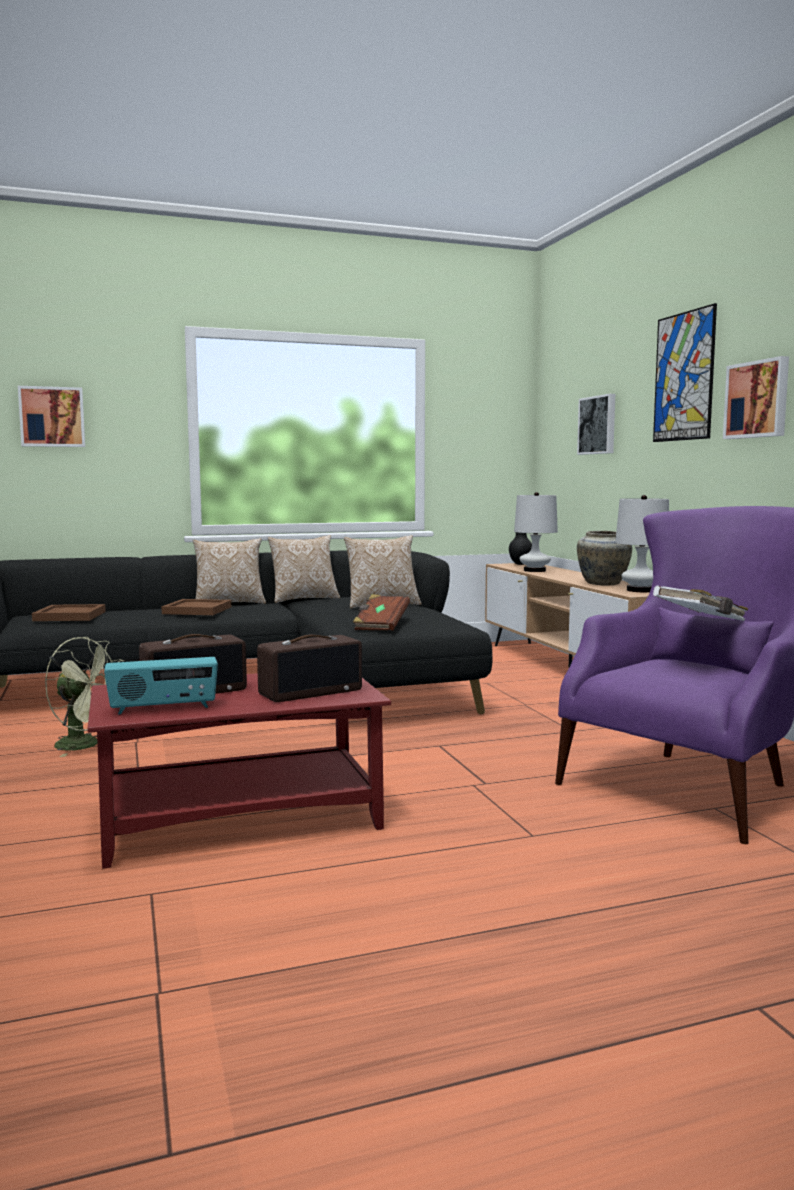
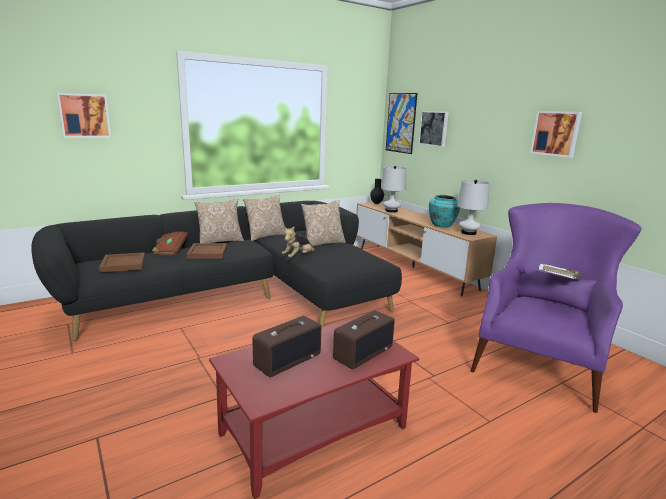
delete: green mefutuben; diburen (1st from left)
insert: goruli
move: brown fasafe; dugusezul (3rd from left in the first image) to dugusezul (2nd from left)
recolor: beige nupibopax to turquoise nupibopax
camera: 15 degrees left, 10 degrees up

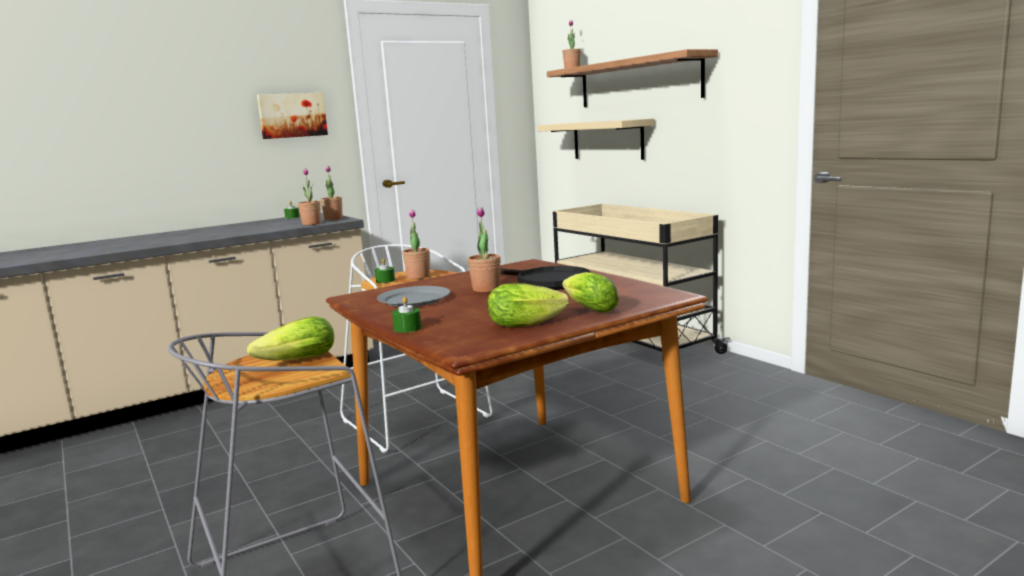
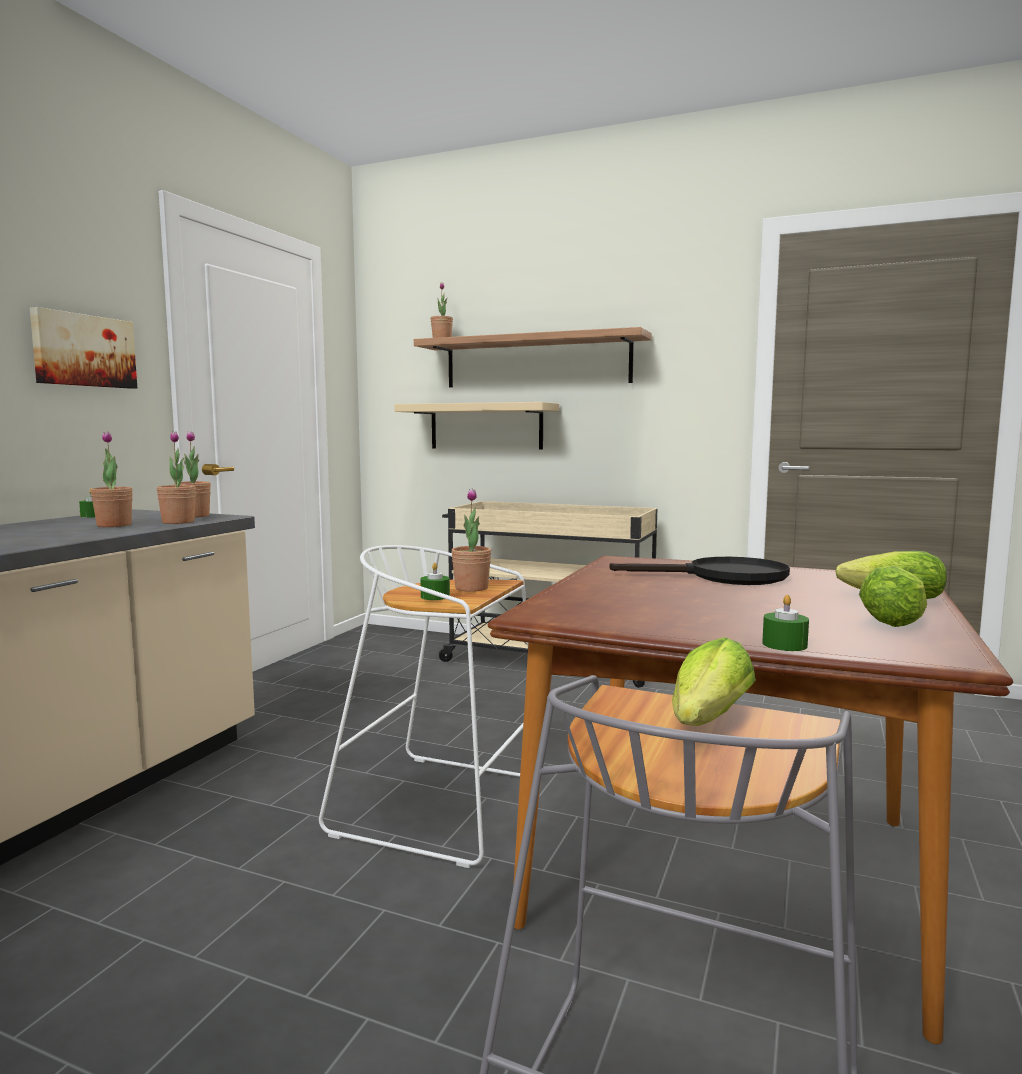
delete: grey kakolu
move: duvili (4th from left in the first image) to duvili (1st from left)
camera: 35 degrees left, 5 degrees down

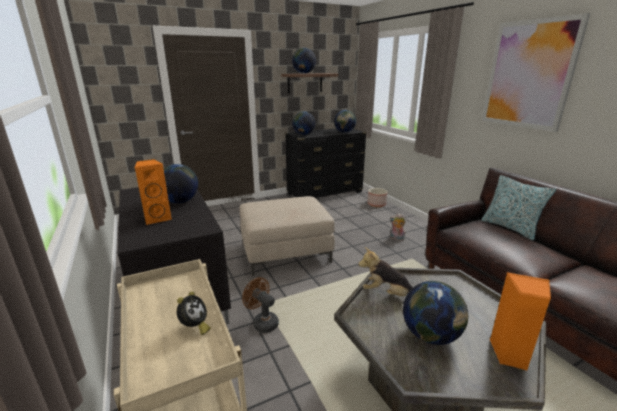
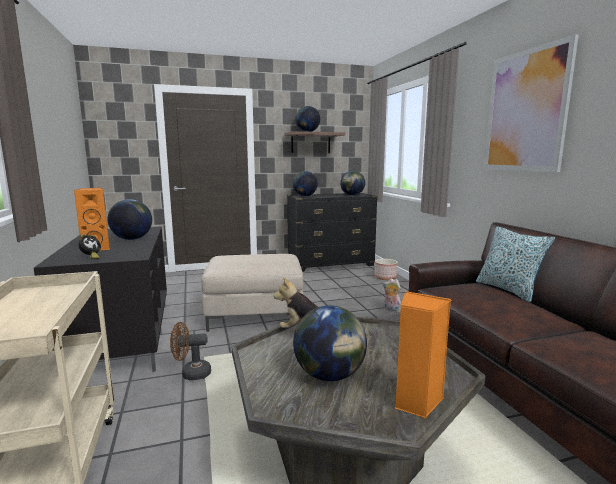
move: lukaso
rotate: brown mefutuben 60 degrees counterclockwise
camera: 10 degrees right, 10 degrees down

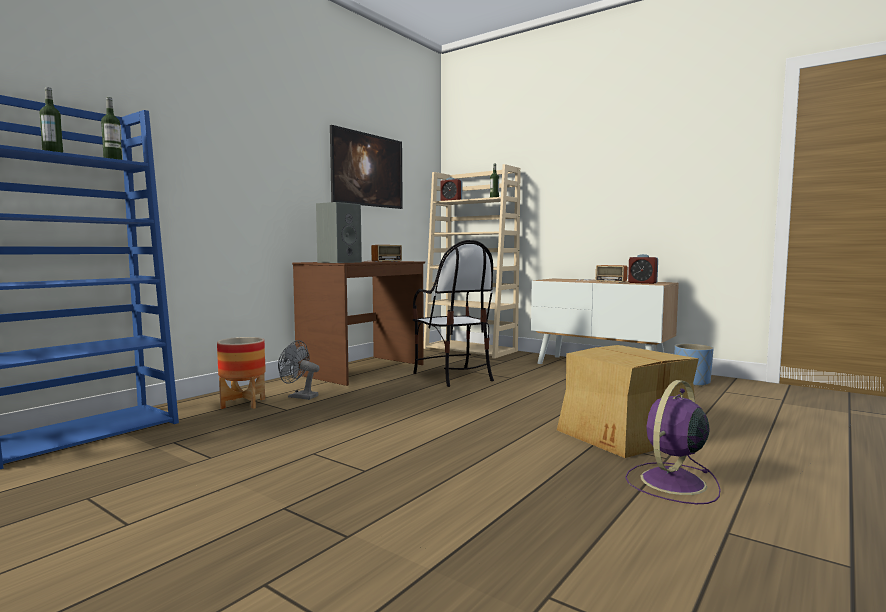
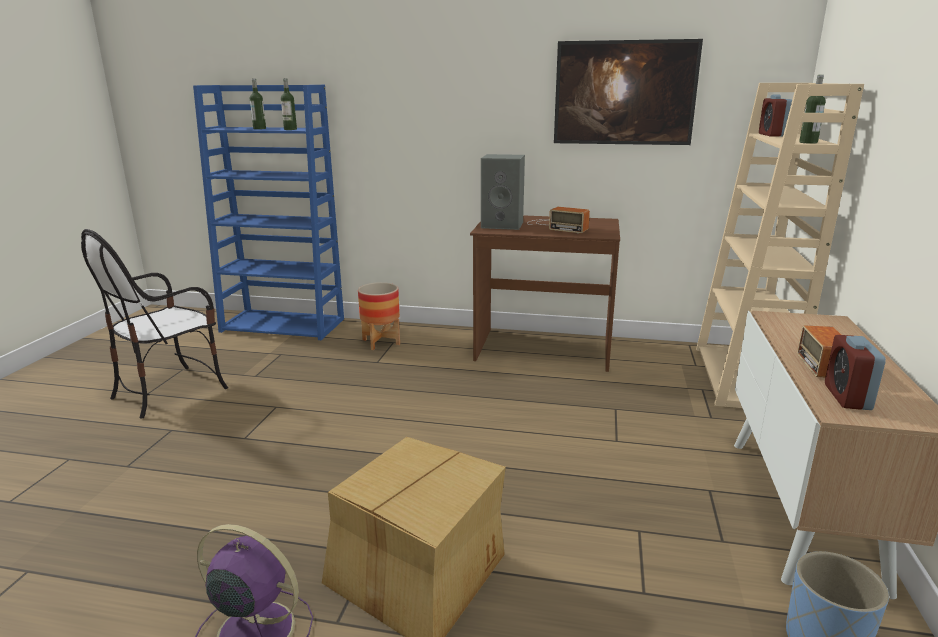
delete: grey mefutuben
move: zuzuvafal
camera: 65 degrees right, 15 degrees up

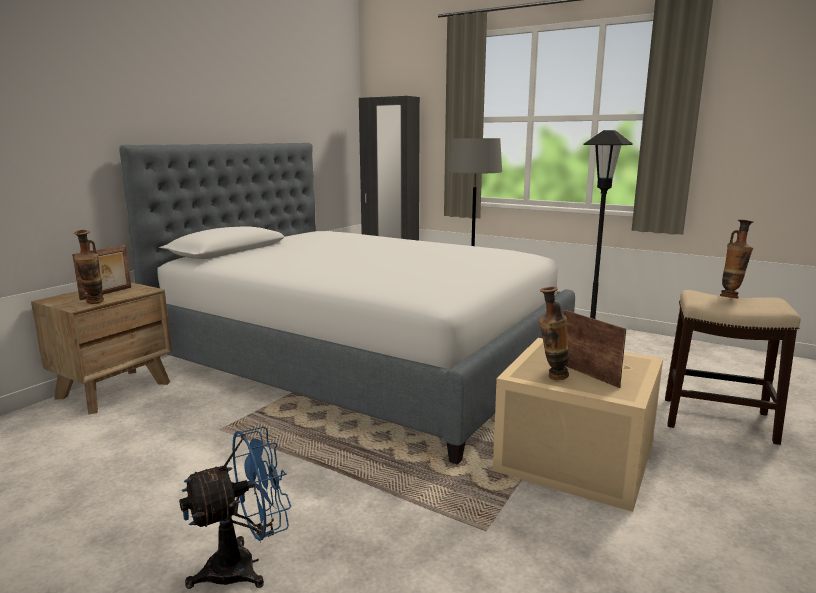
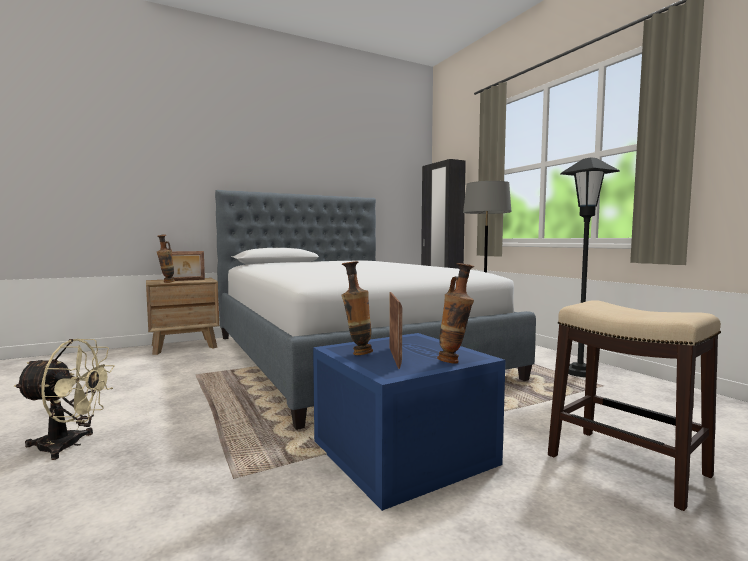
move: nupibopax (3rd from left)
recolor: blue mefutuben to beige mefutuben; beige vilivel to blue vilivel
camera: 30 degrees right, 10 degrees down

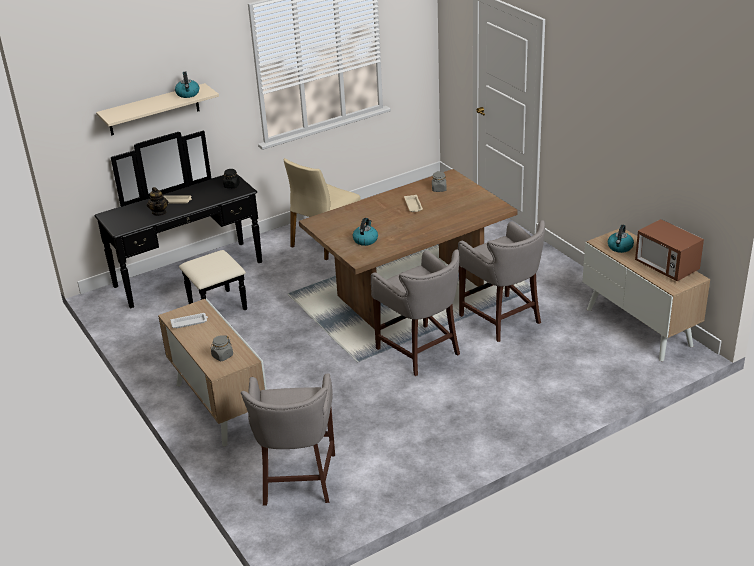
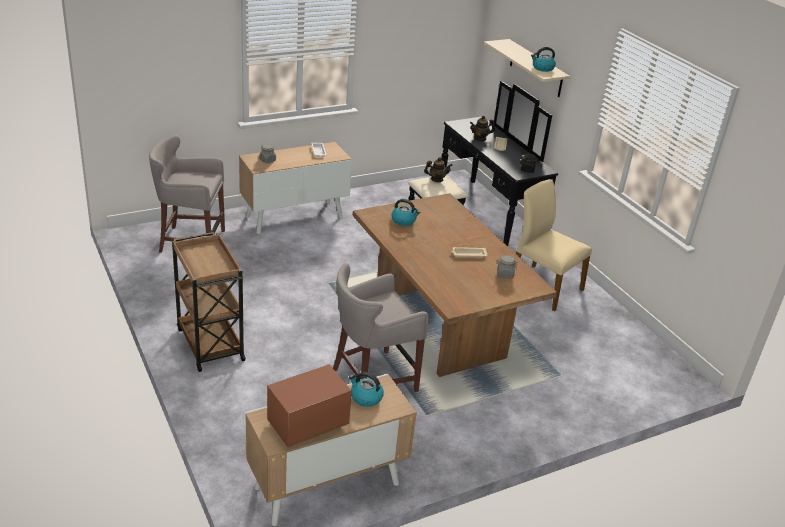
delete: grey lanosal (2nd from left)
insert: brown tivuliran; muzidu (1st from left)
camera: 90 degrees right, 0 degrees up

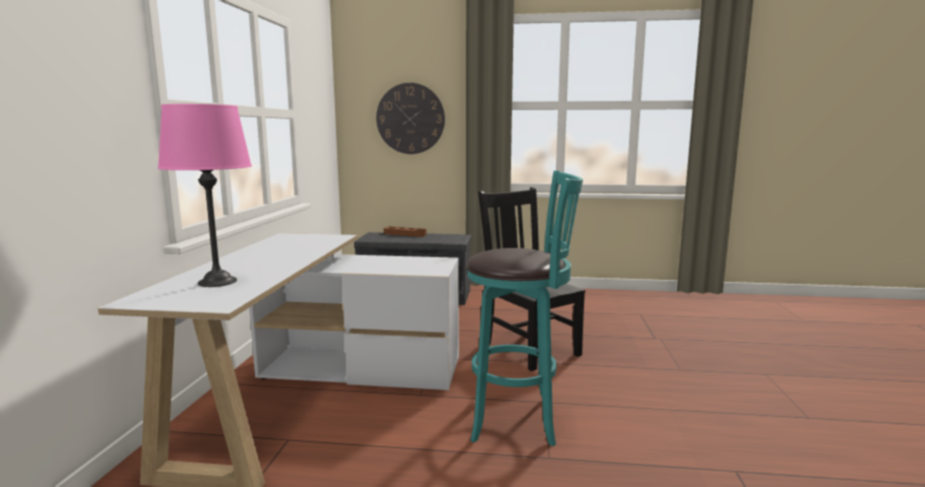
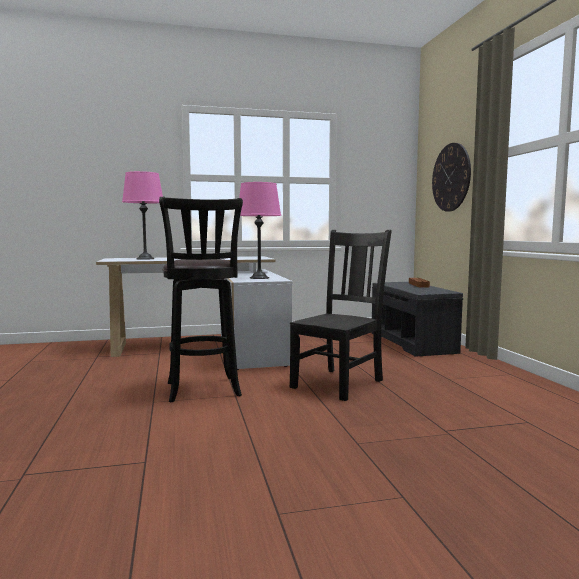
insert: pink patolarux (2nd from left)
recolor: turquoise lanosal to black lanosal
camera: 70 degrees right, 5 degrees down

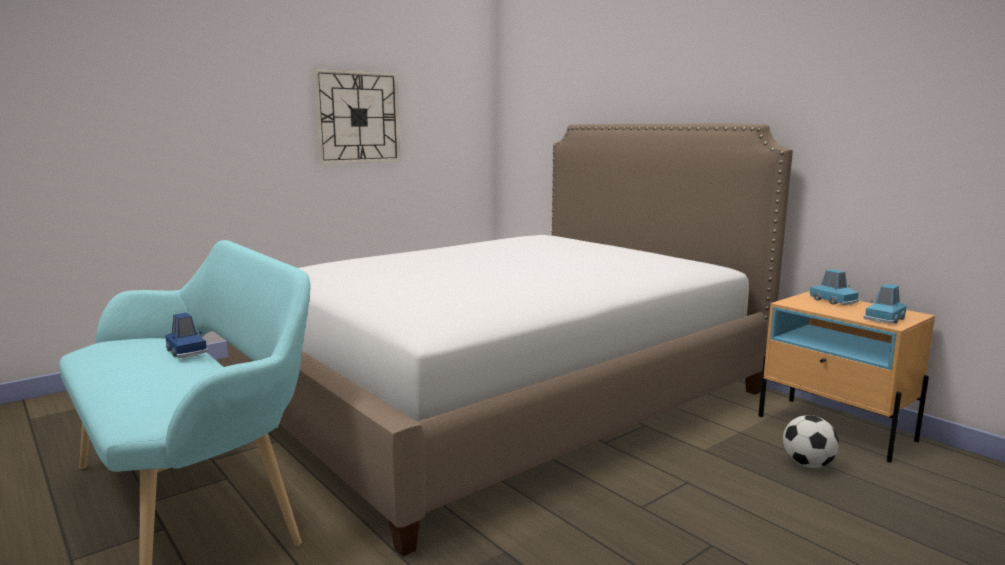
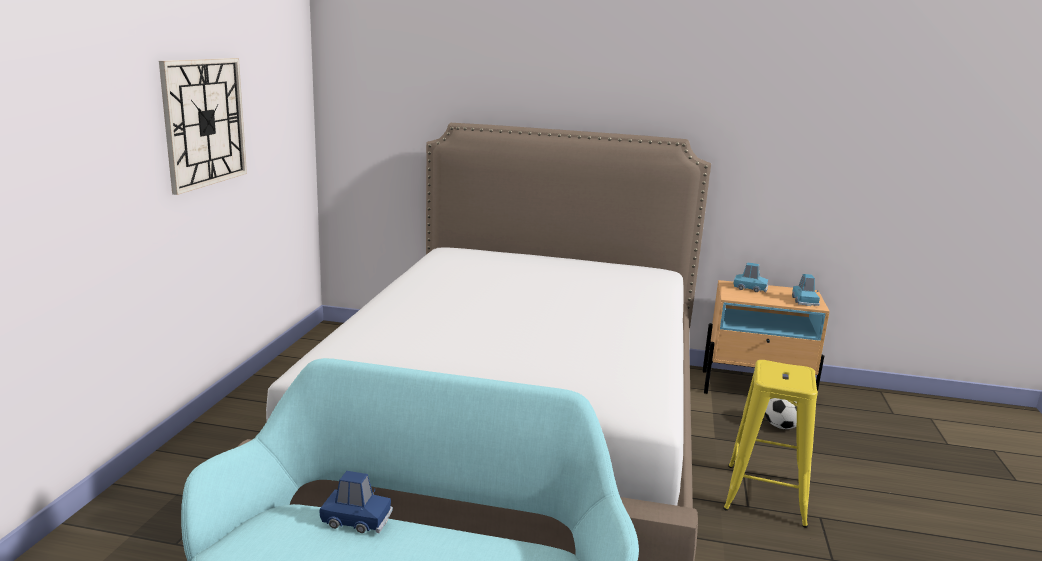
insert: yellow lanosal
camera: 40 degrees left, 5 degrees up

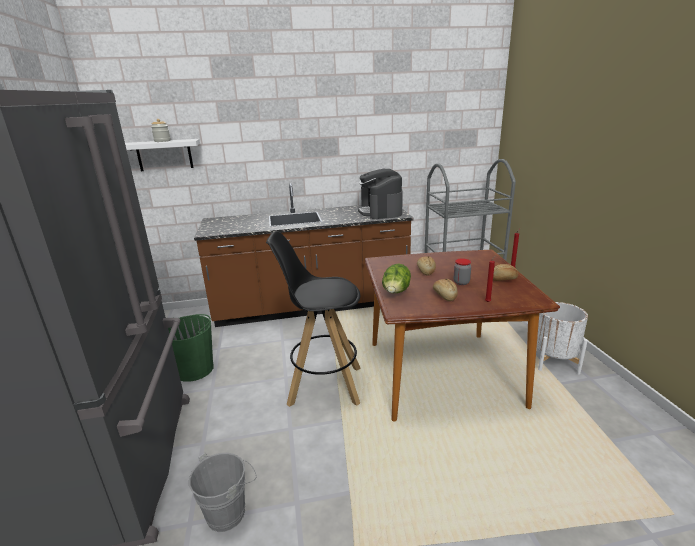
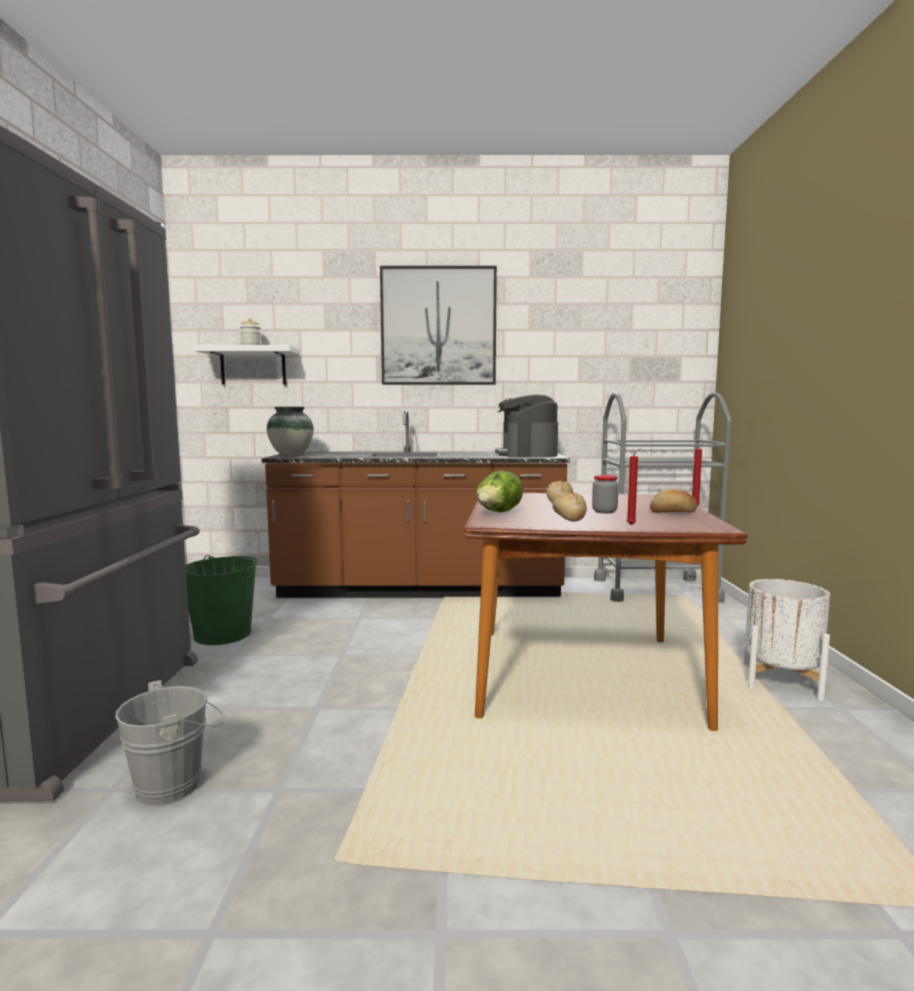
delete: black lanosal
insert: nupibopax; dugusezul
camera: 10 degrees right, 15 degrees down

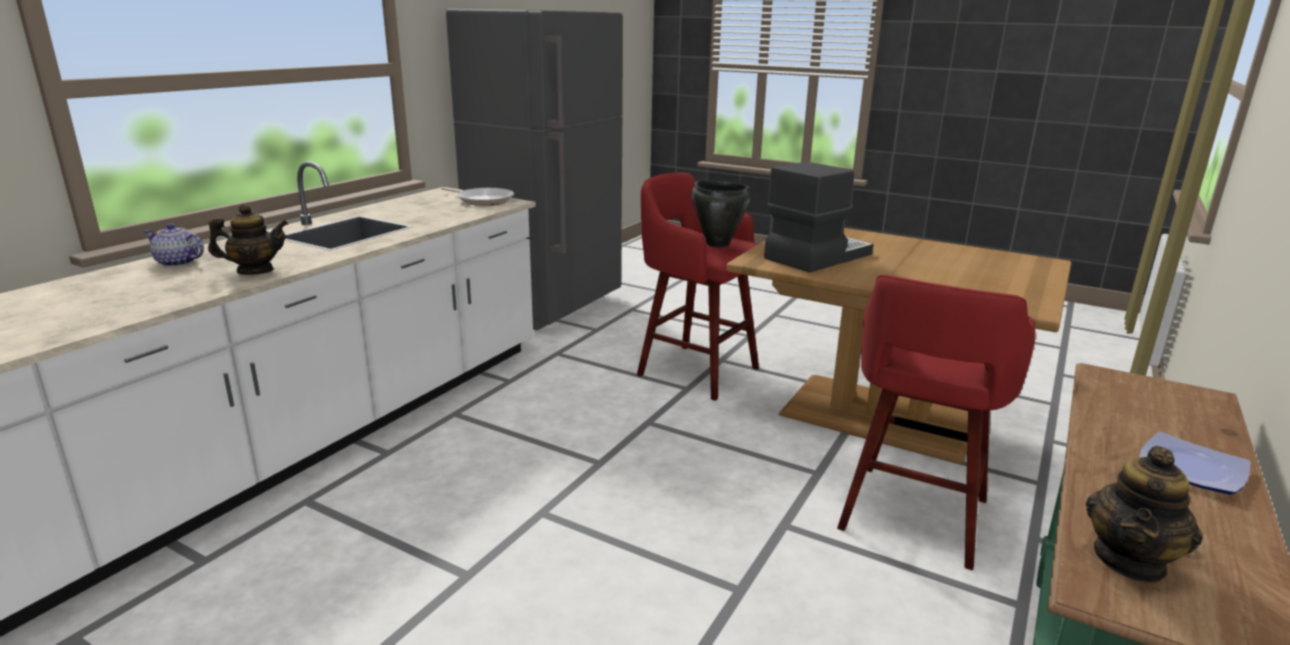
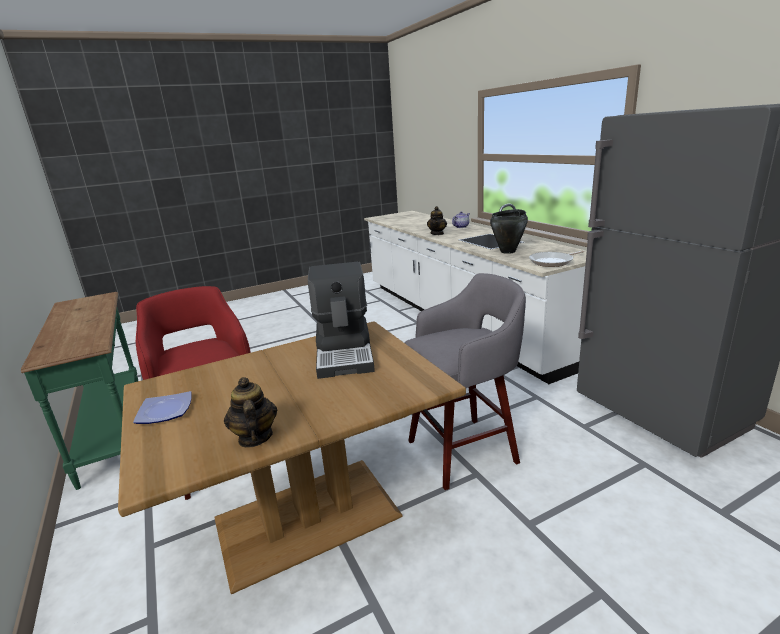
move: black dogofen; muzidu (3rd from left in the first image) to muzidu (1st from left); kakolu
recolor: red lanosal (1st from left) to grey lanosal
camera: 125 degrees right, 0 degrees up

